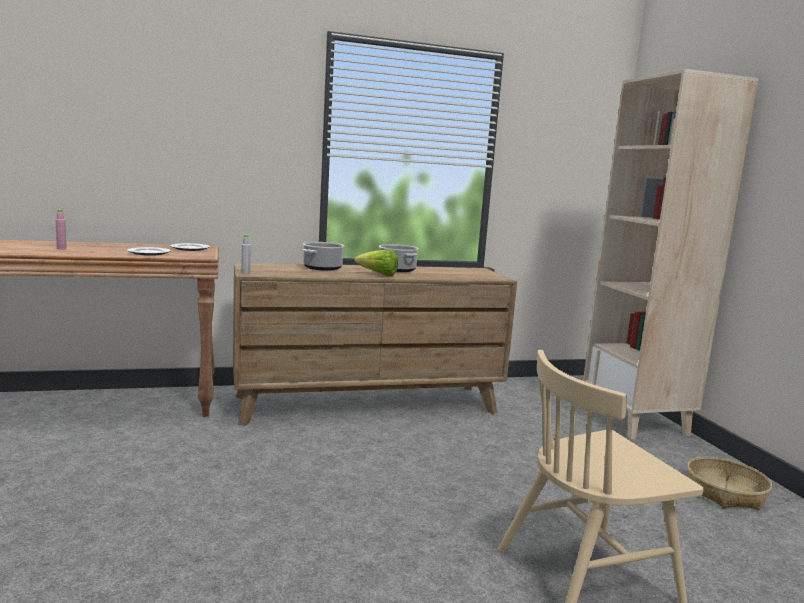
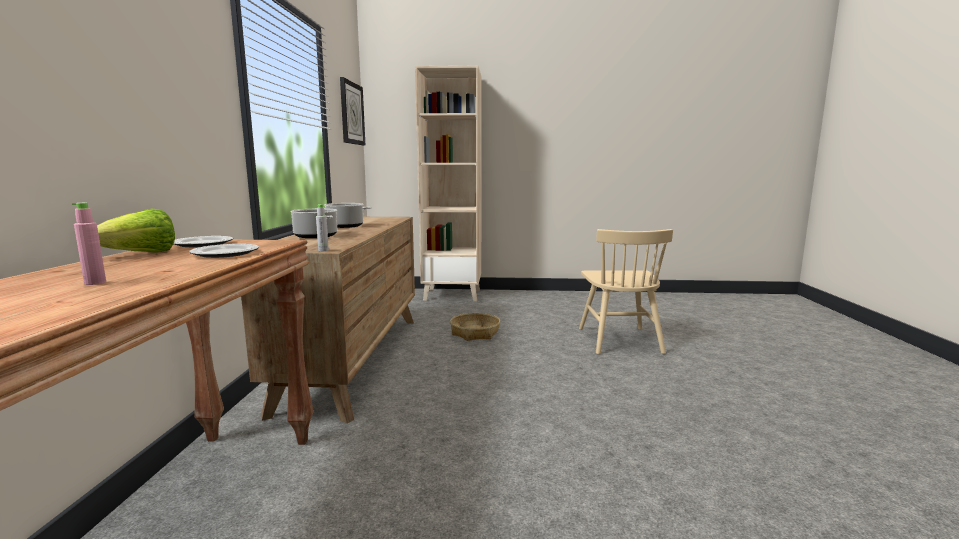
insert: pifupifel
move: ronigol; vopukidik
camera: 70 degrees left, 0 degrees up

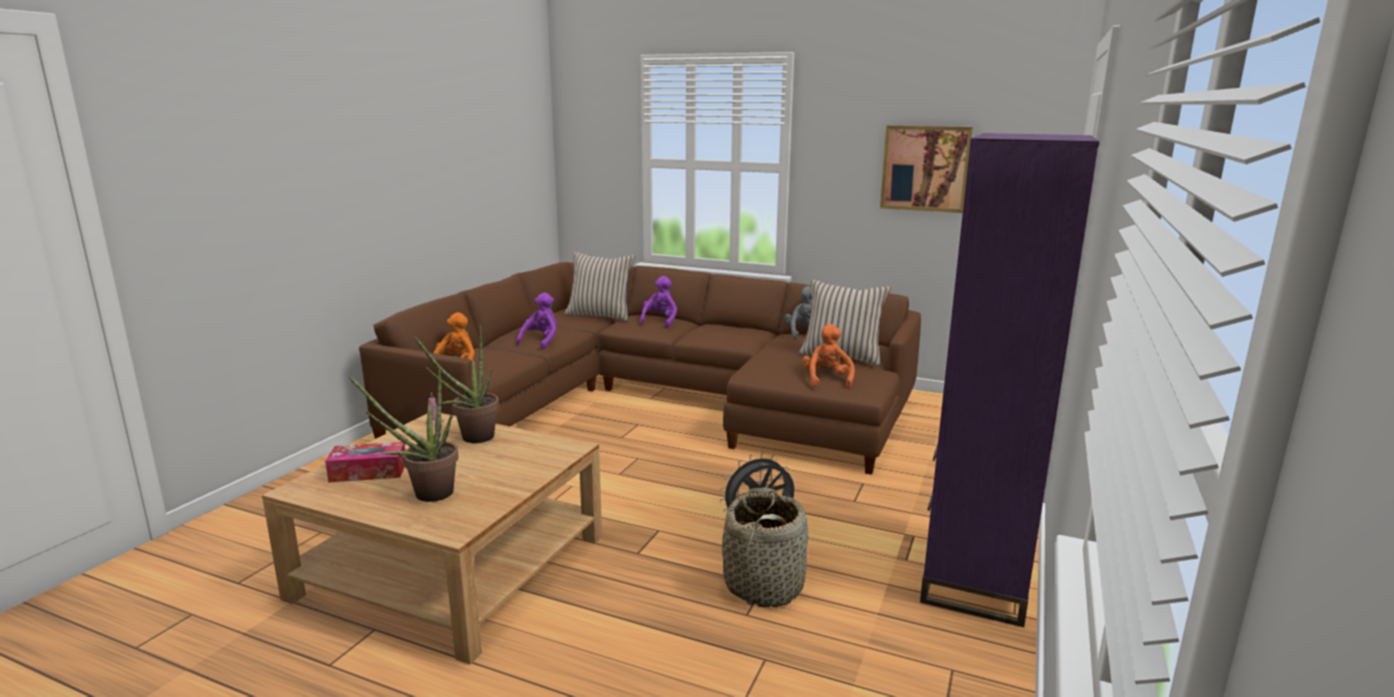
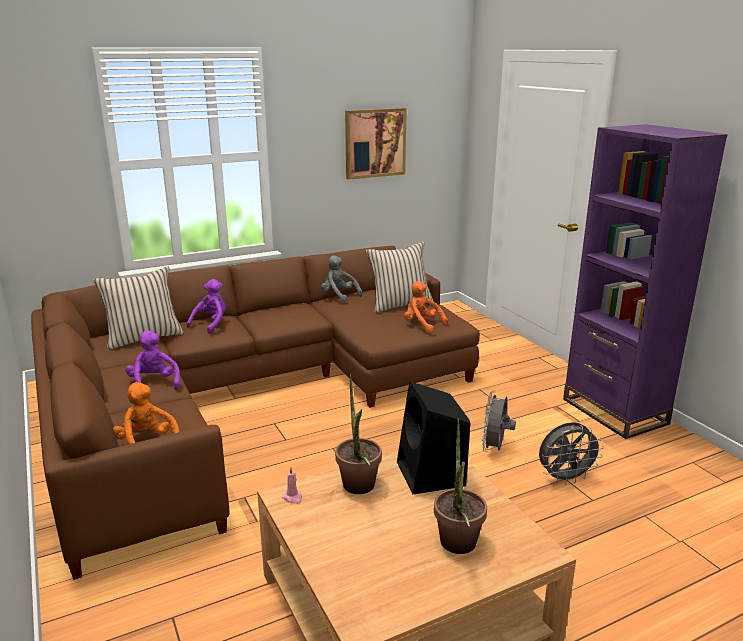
delete: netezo
insert: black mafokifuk
replace: vopukidik to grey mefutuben (2nd from left)
rotate: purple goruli (2nd from left) 60 degrees clockwise
camera: 50 degrees left, 5 degrees up

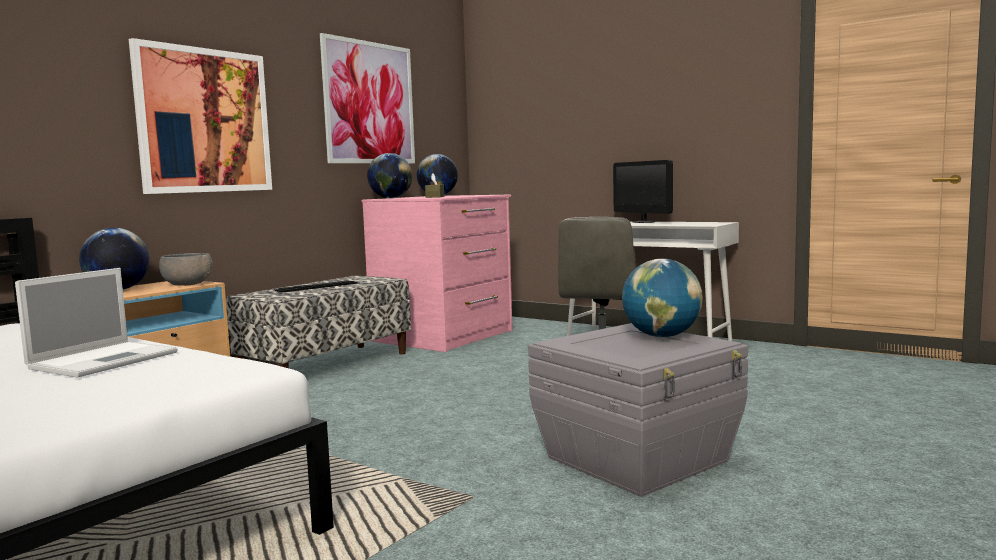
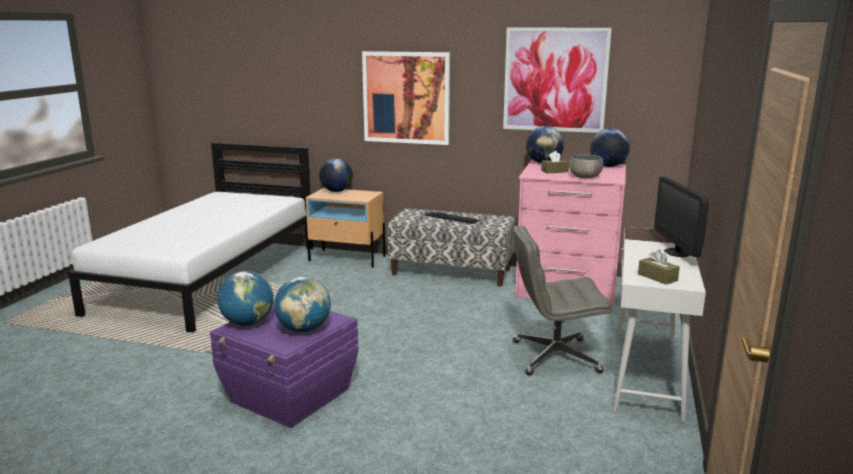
delete: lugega
insert: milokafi (1st from left); brown netezo (2nd from left)
move: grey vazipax
recolor: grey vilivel to purple vilivel
rotate: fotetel 45 degrees counterclockwise
camera: 70 degrees right, 10 degrees up

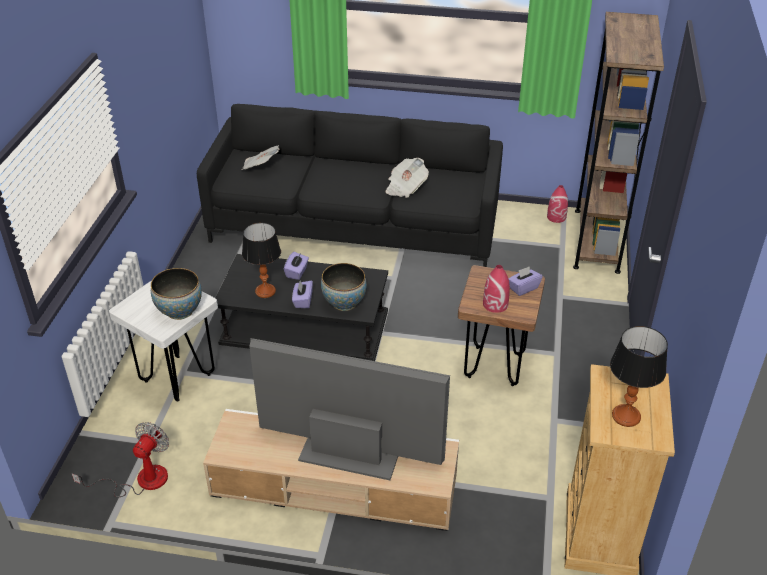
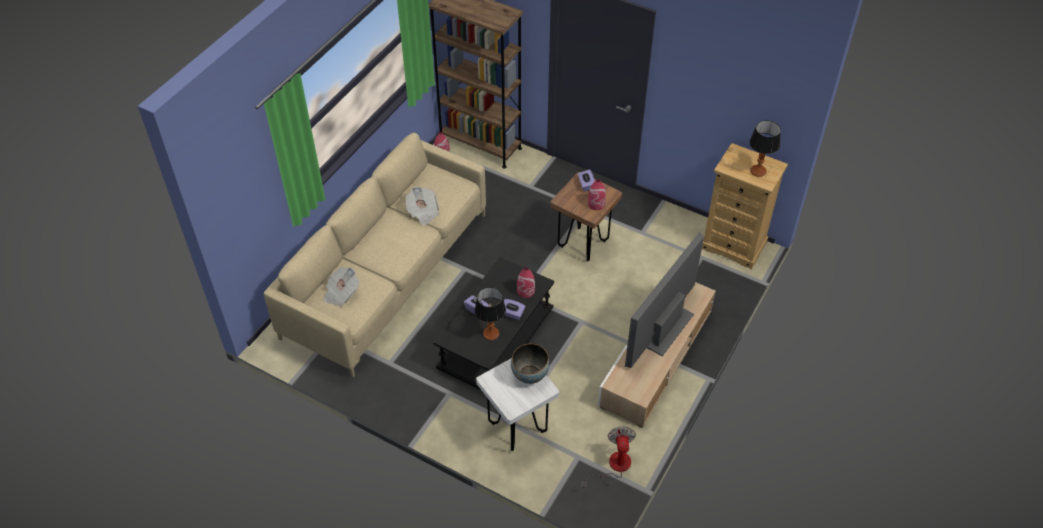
replace: vazipax (2nd from left) to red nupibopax (2nd from left)
recolor: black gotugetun to beige gotugetun
rotate: mefutuben 45 degrees clockwise
camera: 70 degrees left, 10 degrees up

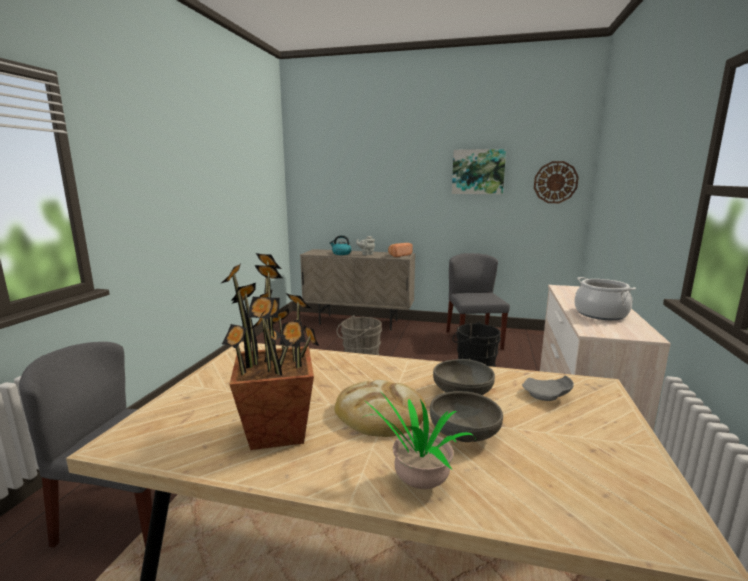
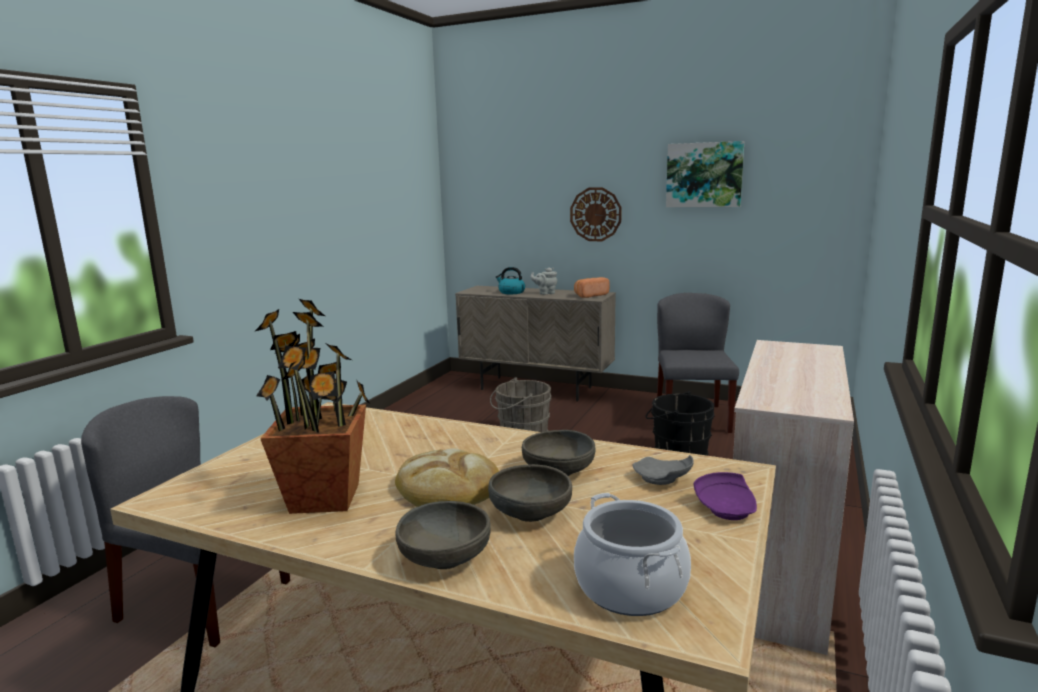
insert: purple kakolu
move: pifupifel; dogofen
replace: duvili (2nd from left) to grey vazipax (1st from left)
camera: 10 degrees right, 0 degrees up

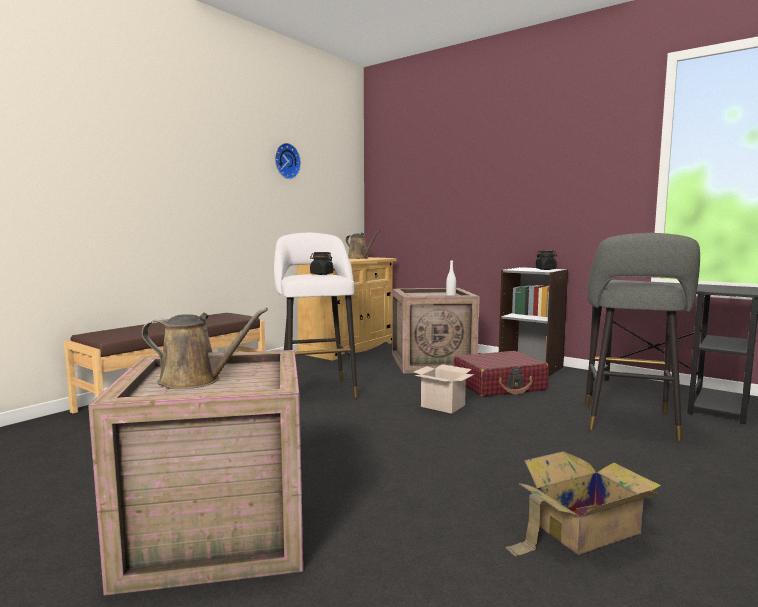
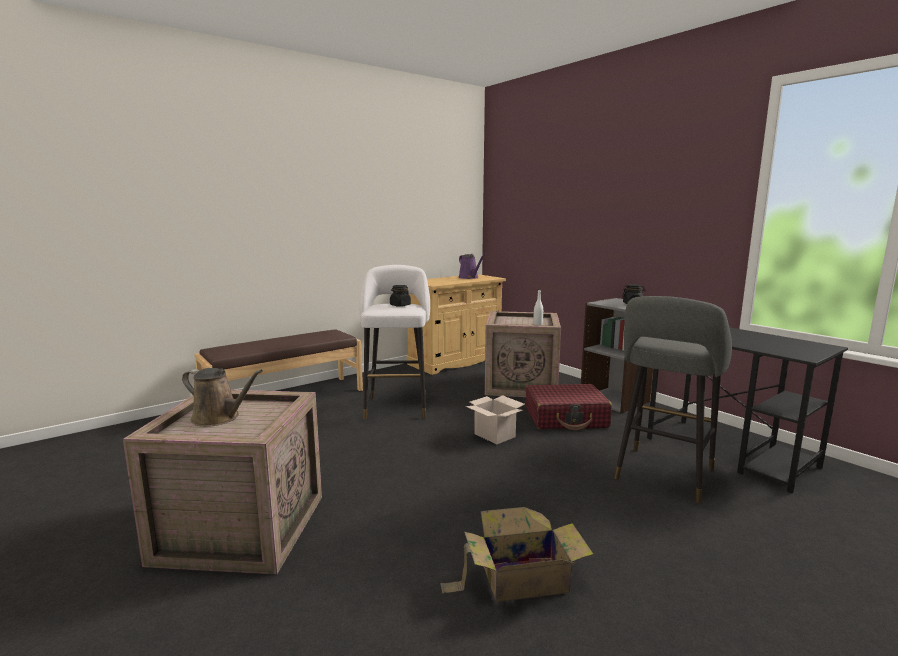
delete: pifupifel
recolor: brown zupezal (2nd from left) to purple zupezal
camera: 15 degrees right, 5 degrees up

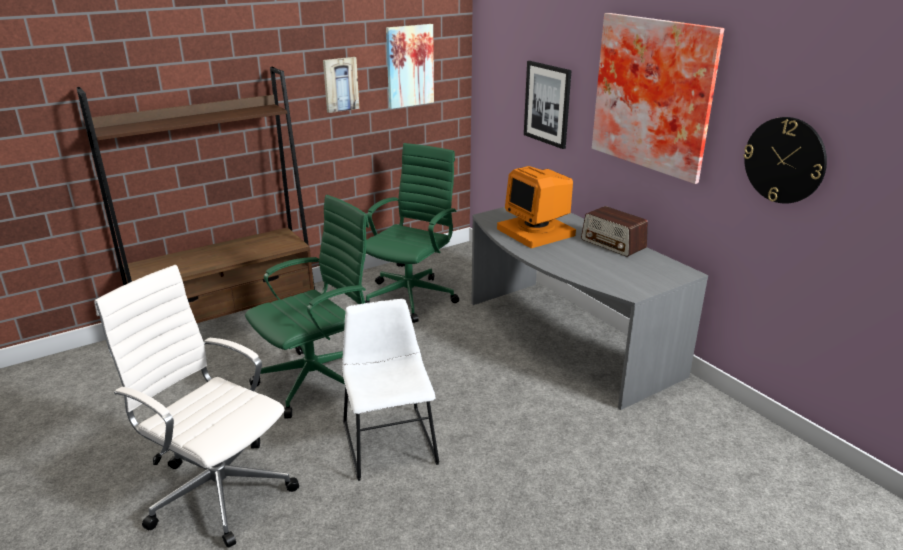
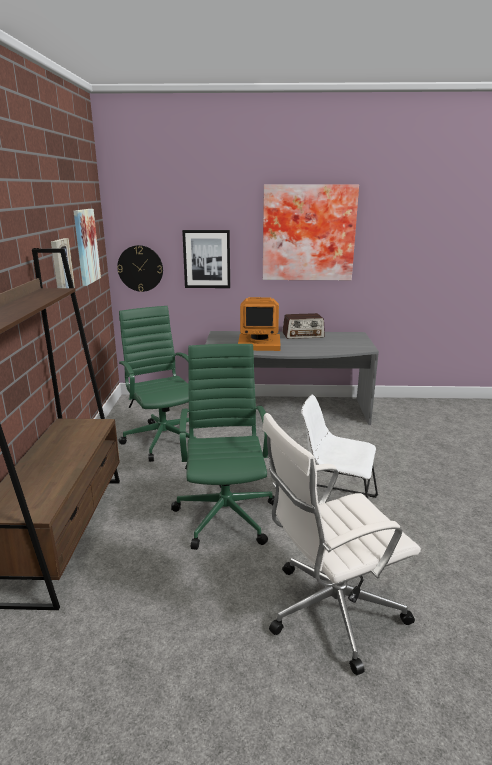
move: pifupifel
camera: 55 degrees left, 5 degrees down

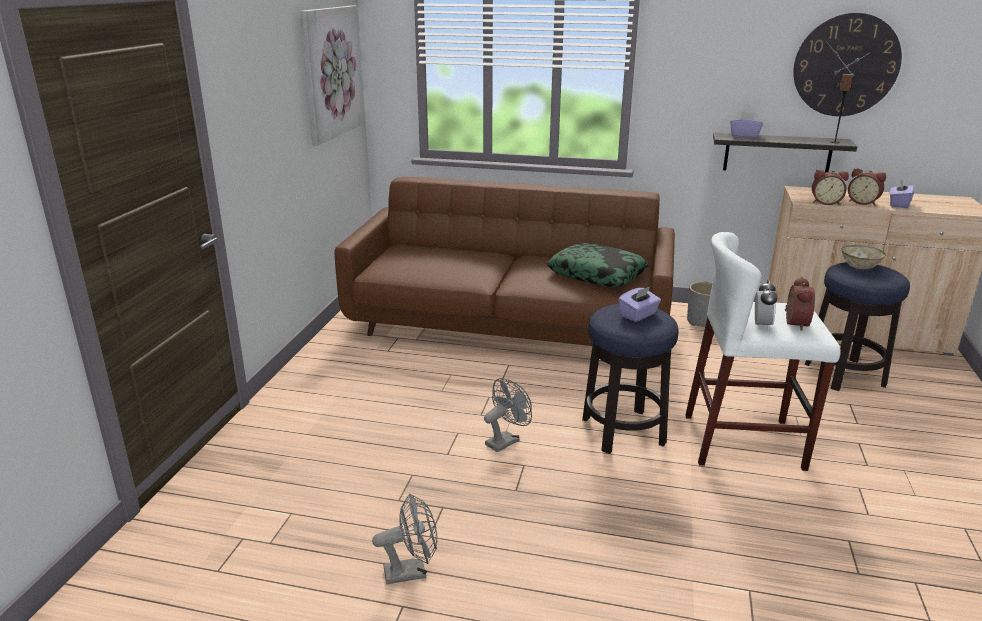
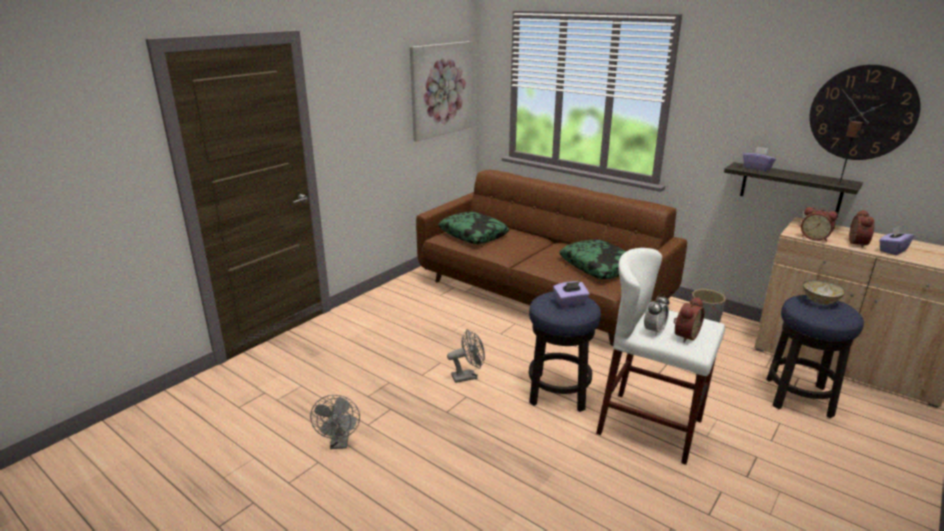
insert: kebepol (1st from left)
rotate: grey mefutuben (1st from left) 75 degrees clockwise; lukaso (4th from left) 135 degrees counterclockwise
camera: 25 degrees right, 0 degrees up

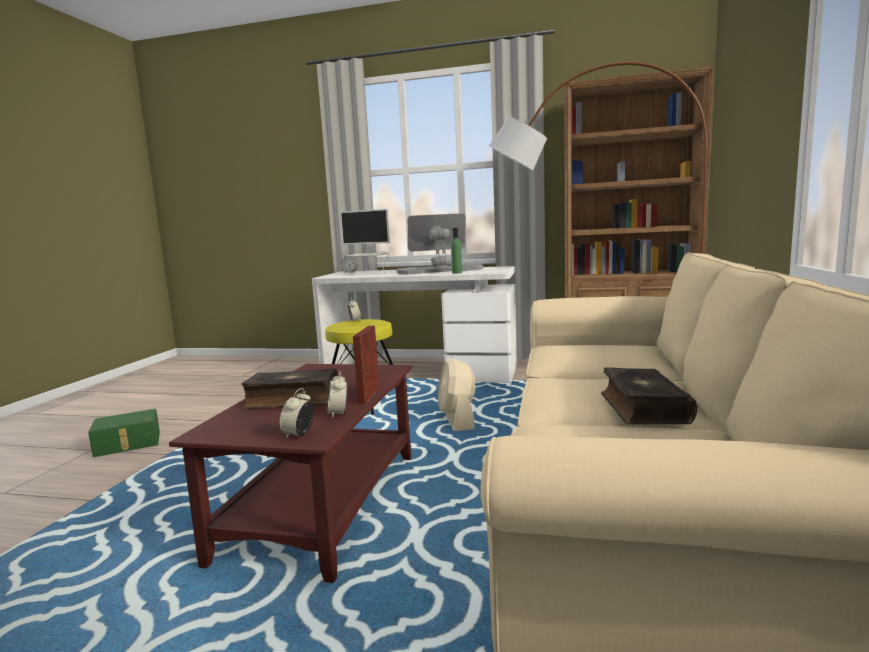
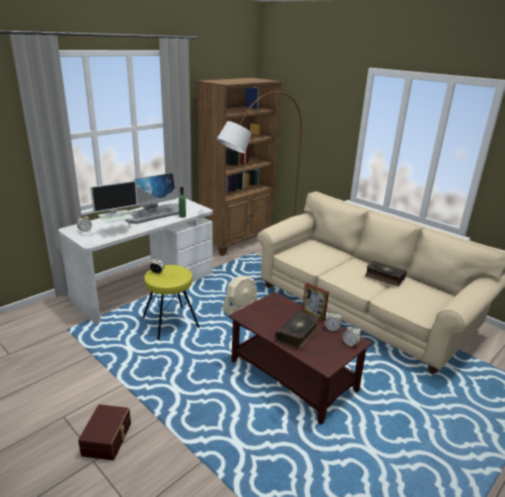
recolor: green vilivel to brown vilivel
rotate: fotetel (2nd from left) 150 degrees counterclockwise; beige mefutuben 60 degrees counterclockwise
camera: 60 degrees left, 15 degrees up

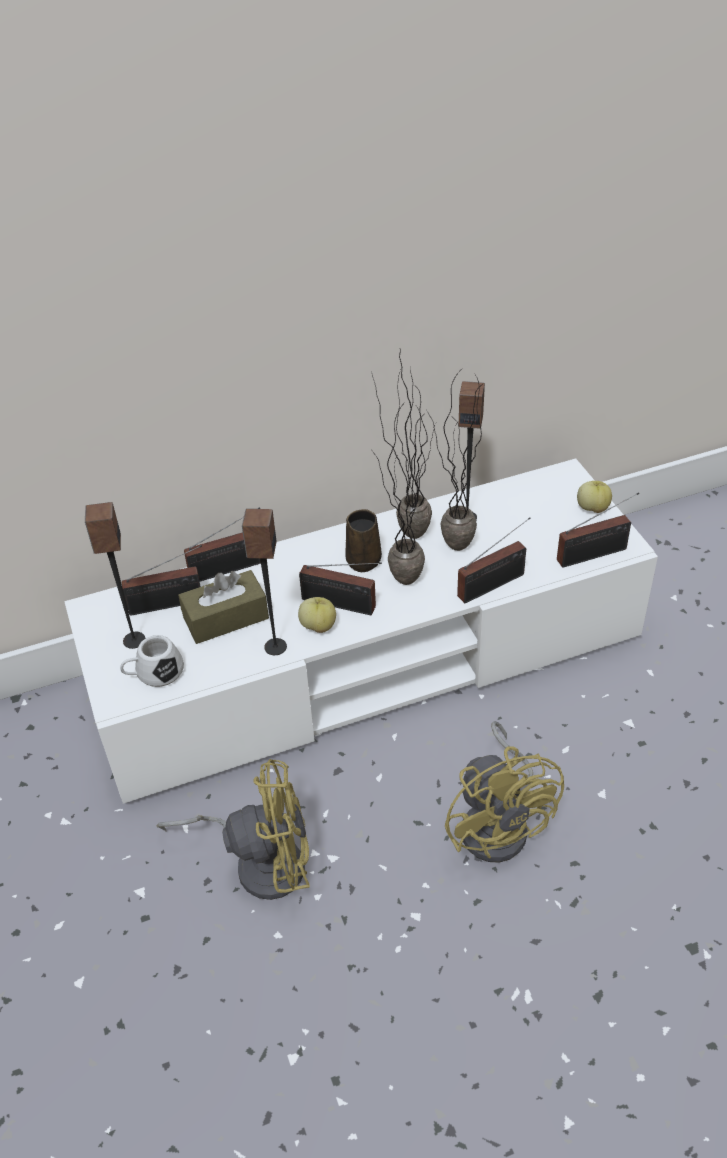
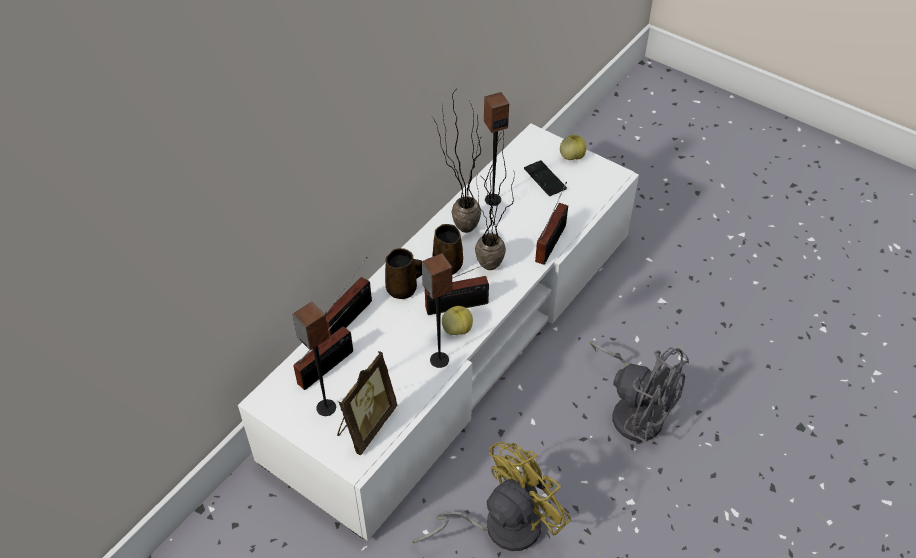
delete: brown netezo; duvili (3rd from left); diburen (5th from left)
insert: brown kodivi (1st from left); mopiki
replace: white kodivi to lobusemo
recolor: yellow mefutuben (2nd from left) to grey mefutuben
camera: 35 degrees left, 5 degrees up

